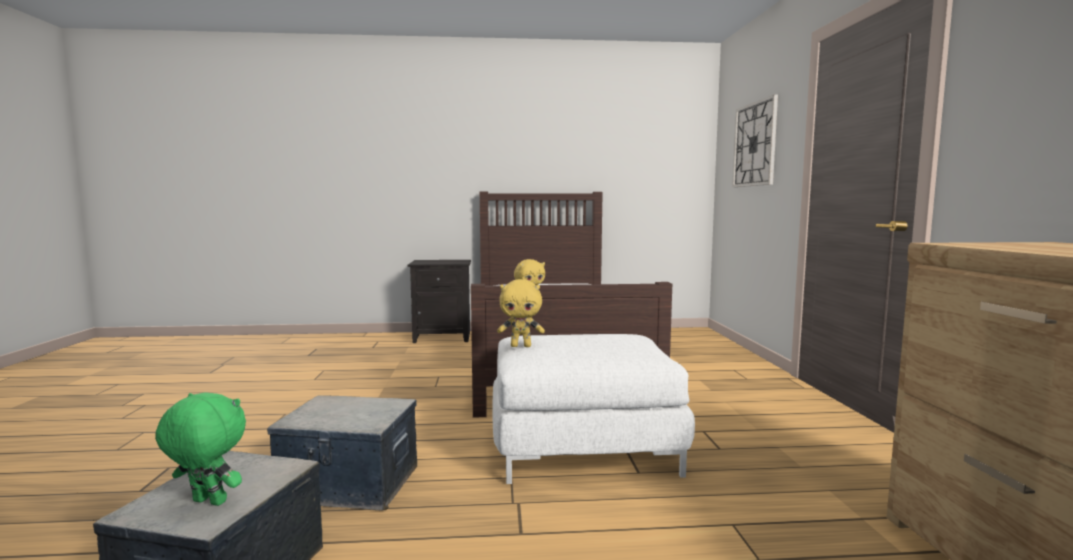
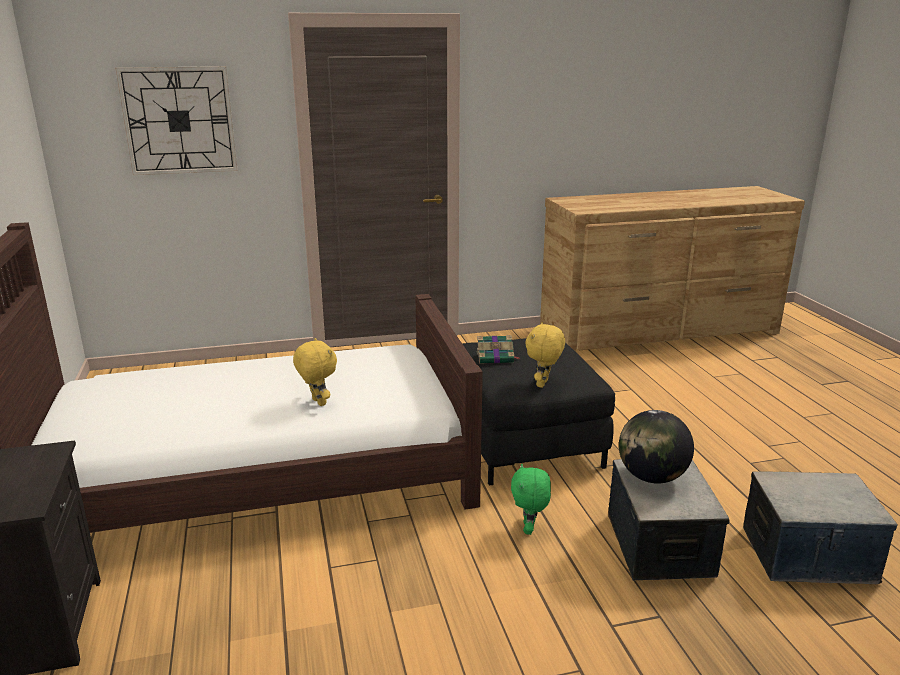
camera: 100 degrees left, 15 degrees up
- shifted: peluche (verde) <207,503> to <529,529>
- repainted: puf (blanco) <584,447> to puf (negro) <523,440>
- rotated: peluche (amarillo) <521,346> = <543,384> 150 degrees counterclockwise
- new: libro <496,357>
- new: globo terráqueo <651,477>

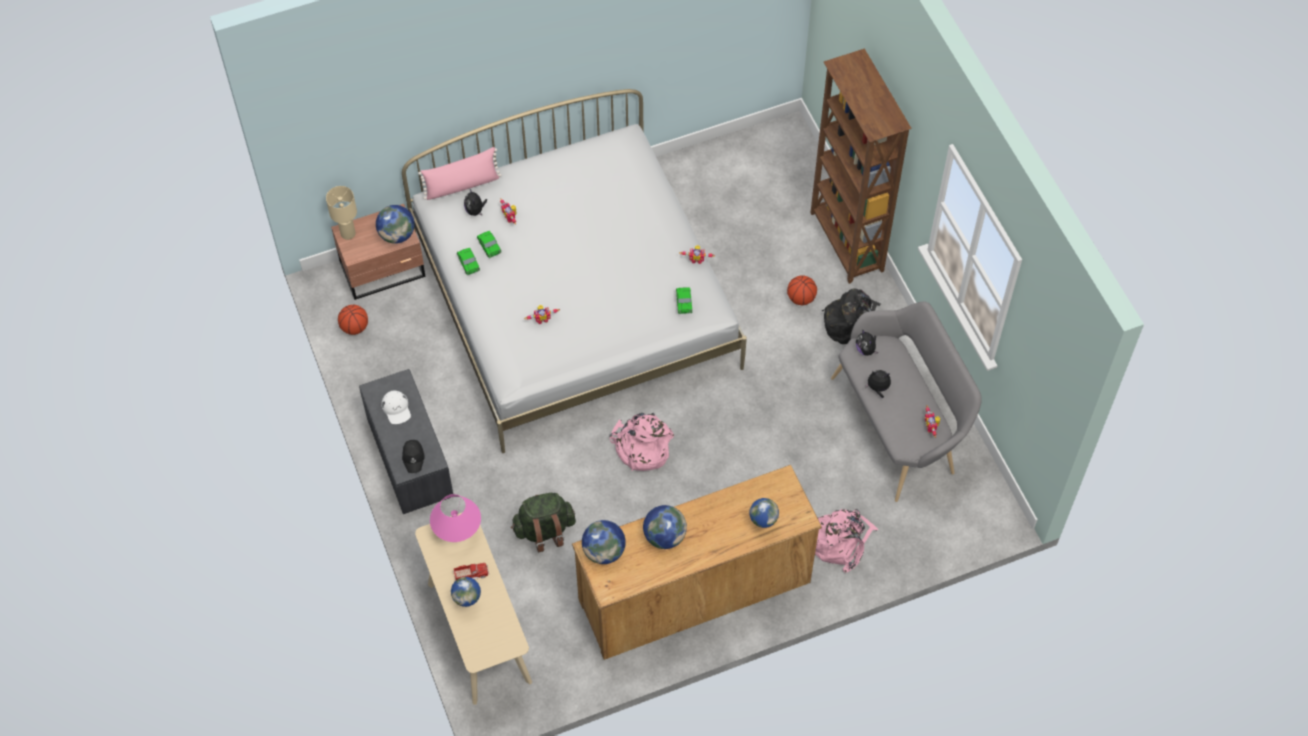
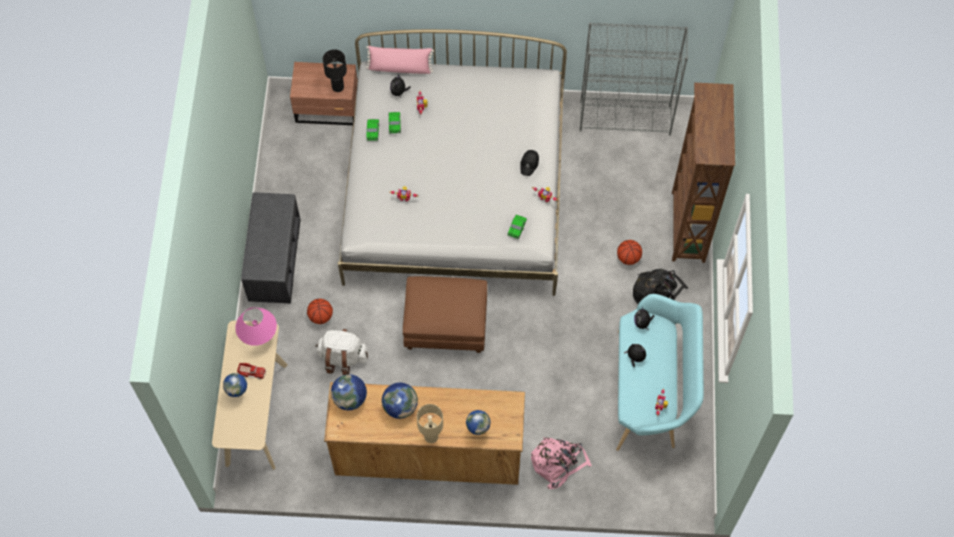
camera: 25 degrees right, 5 degrees up
- shifted: lámpara de mesa (beis) <347,234> to <430,436>
- shifted: balón de baloncesto <355,327> to <321,316>
- swapped: globo terráqueo <397,235> to lámpara de mesa (negro) <338,87>
- gone: gorra (blanco) <396,409>
- shifted: gorra (negro) <413,457> to <529,164>
- repainted: mochila (verde) <544,530> to mochila (blanco) <342,357>
- swapped: mochila (rosa) <641,447> to puf (marrón) <446,324>
- repainted: banco (gris) <899,425> to banco (turquesa) <651,391>
- new: estantería (gris) <625,118>

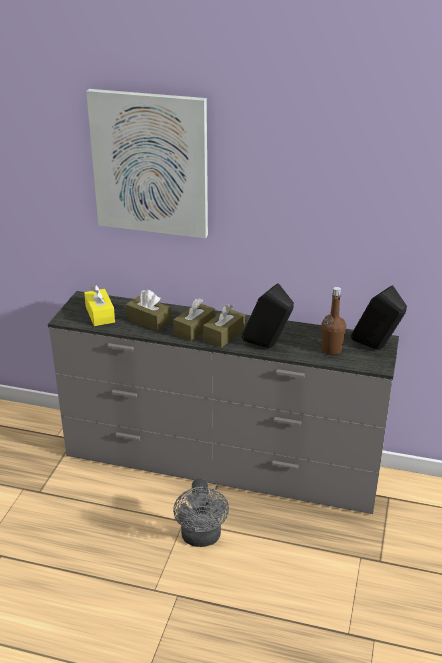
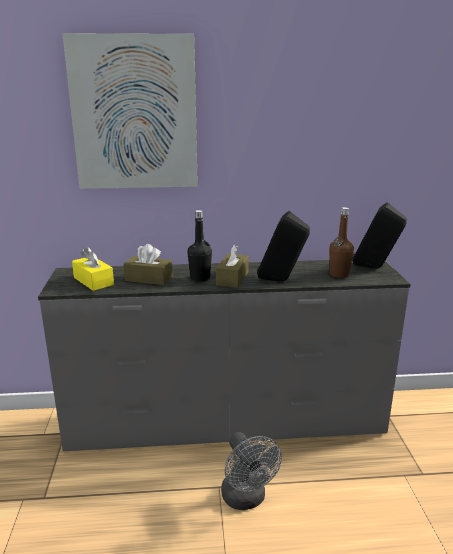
camera: 20 degrees left, 10 degrees down
- swapped: caja de pañuelos (marrón) <194,329> to botella (negro) <200,278>

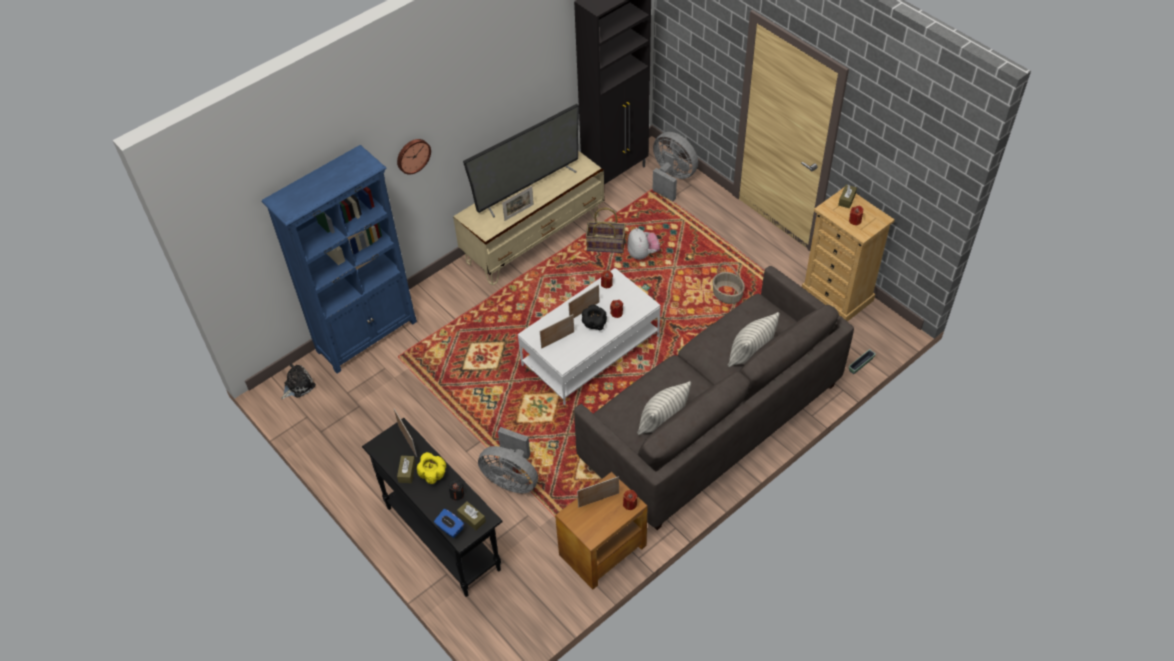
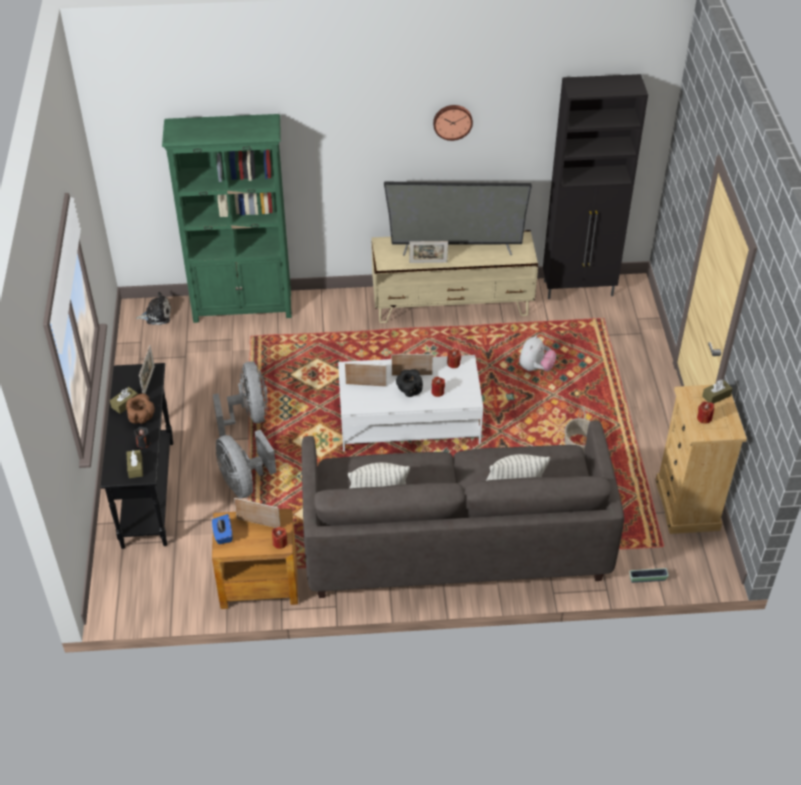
camera: 35 degrees right, 5 degrees down
- repainted: estantería (azul) <367,336> to estantería (verde) <243,307>
- shifted: reloj de pared <412,155> to <452,121>
- repainted: cuenco (amarillo) <433,474> to cuenco (marrón) <142,417>
- shifted: caja de pañuelos (azul) <450,528> to <223,535>
- gone: cesta <606,244>
- shifted: ventilador (gris) <672,178> to <248,416>

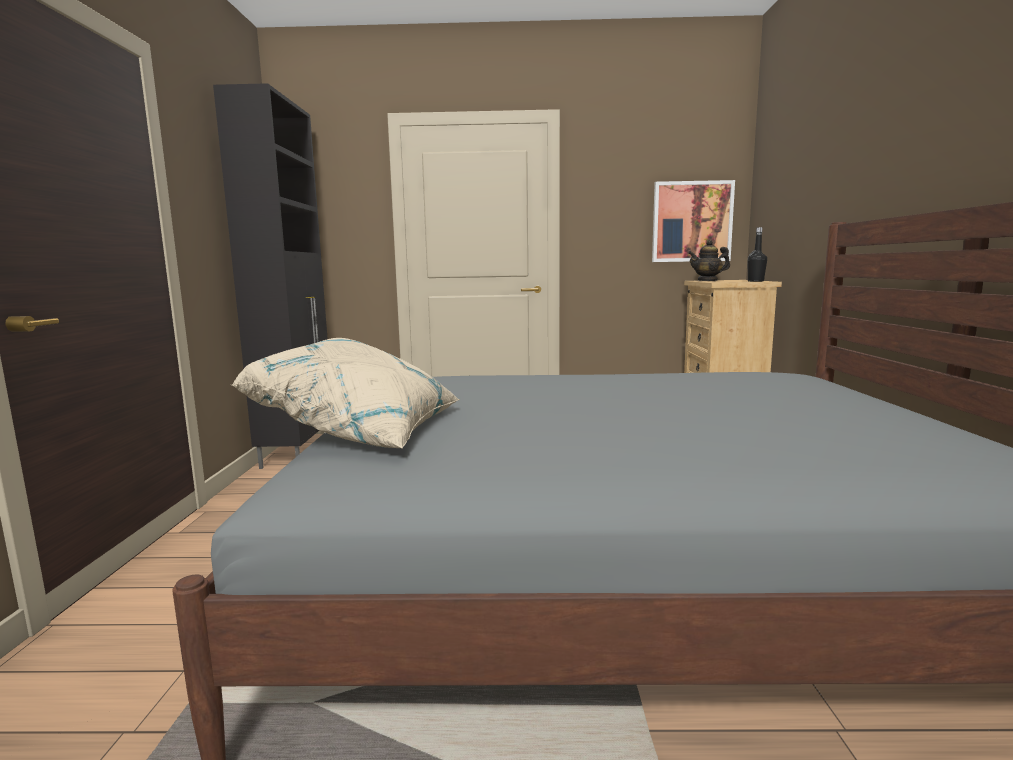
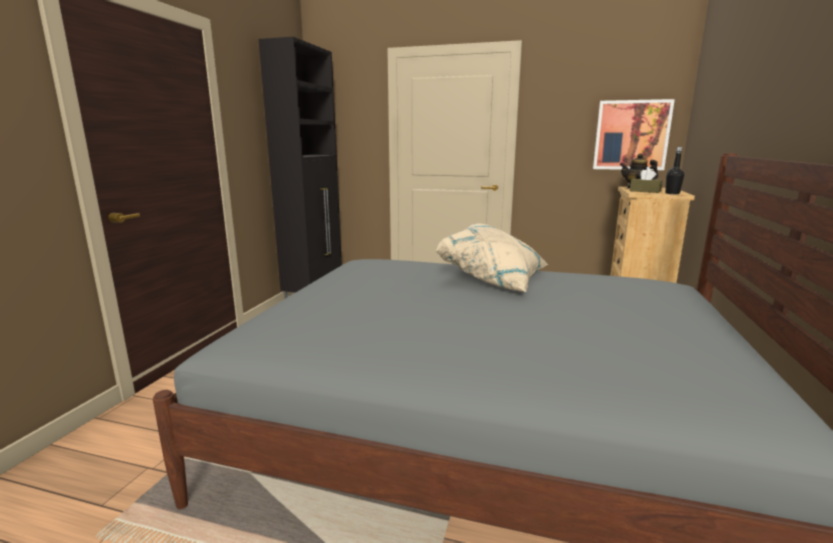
camera: 15 degrees right, 5 degrees up
- shifted: cojín (beis) <364,430> to <494,278>
- new: caja de pañuelos (marrón) <645,191>

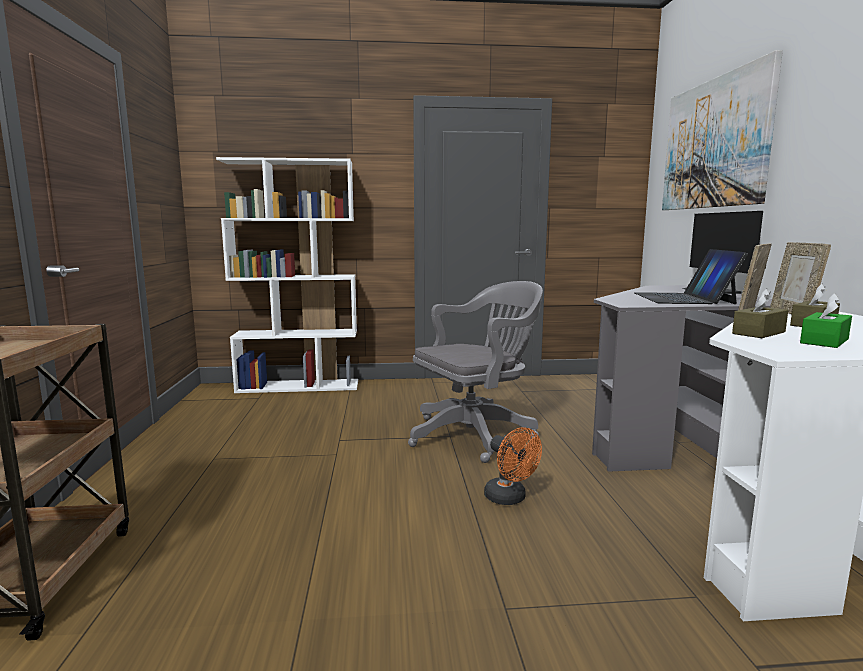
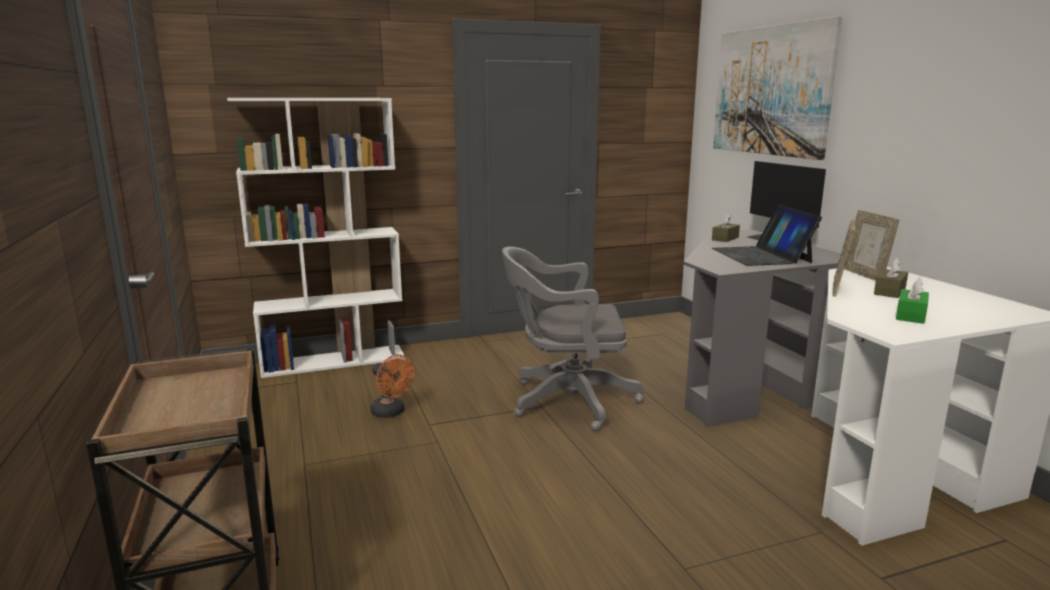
camera: 15 degrees left, 5 degrees up
- rotated: silla de oficina (gris) <476,434> = <566,401> 135 degrees counterclockwise
- shifted: ventilador (naranja) <510,499> to <391,412>
- shifted: caja de pañuelos (marrón) <758,333> to <725,238>

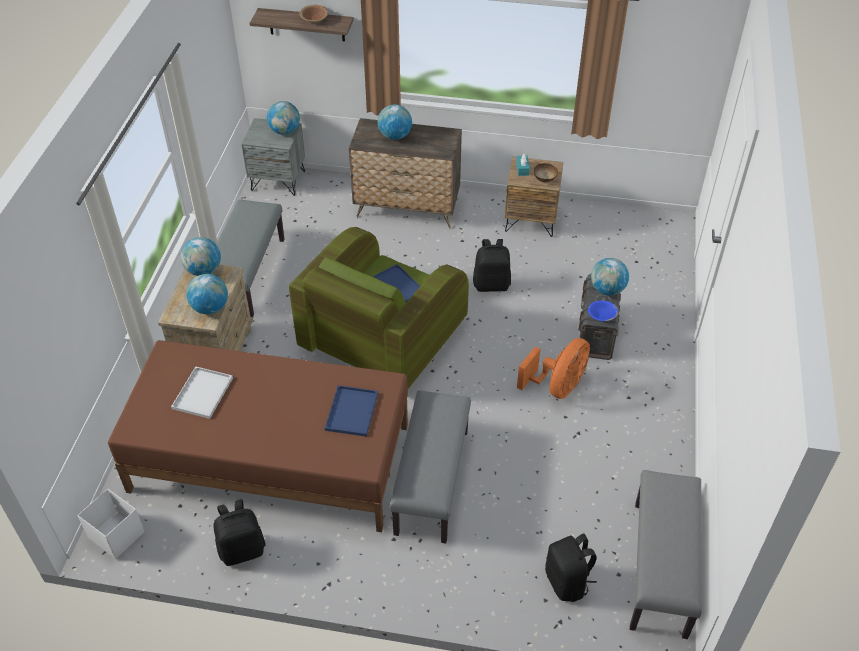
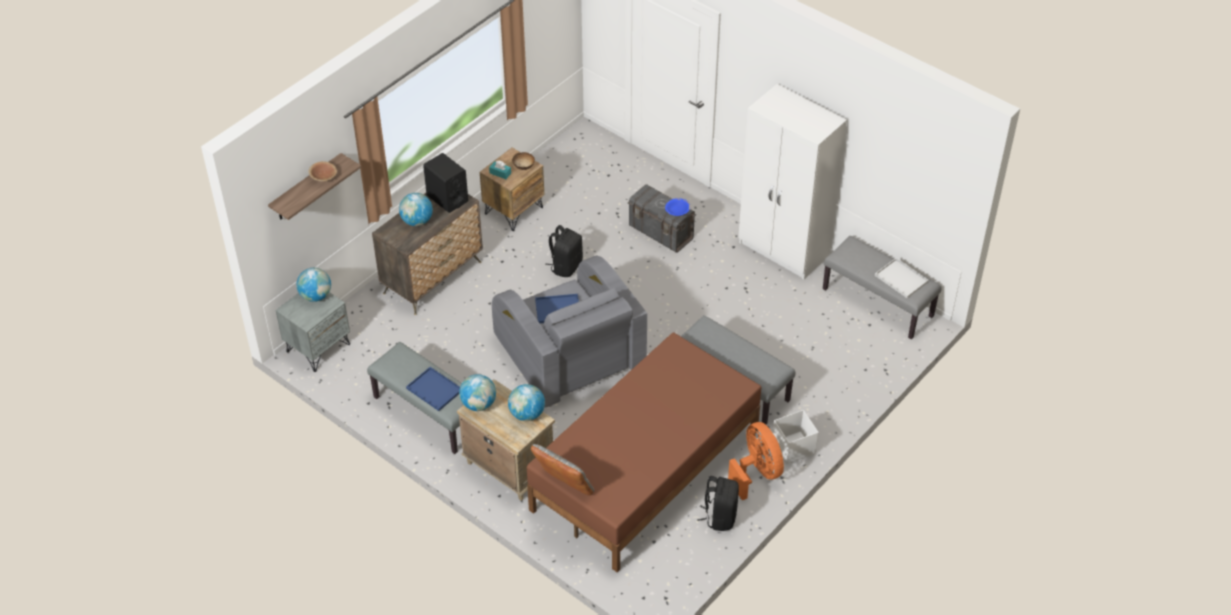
camera: 60 degrees left, 0 degrees up
- shifted: caja de almacenaje (blanco) <116,534> to <792,448>
- shifted: bandeja (blanco) <202,392> to <900,278>
- repainted: sillón (verde) <382,335> to sillón (gris) <569,355>
- shifted: bandeja (azul) <352,412> to <435,390>
- shifted: ventilador (naranja) <558,386> to <757,473>
- gone: mochila (negro) <567,582>
- gone: globo terráqueo <607,289>
- new: altavoz (negro) <447,198>
- new: cojín (gris) <563,487>
- new: armario ropero (blanco) <783,250>

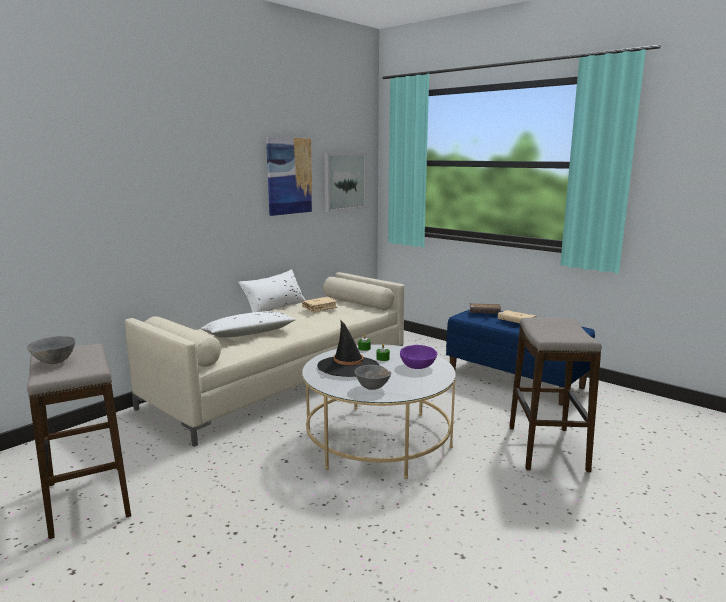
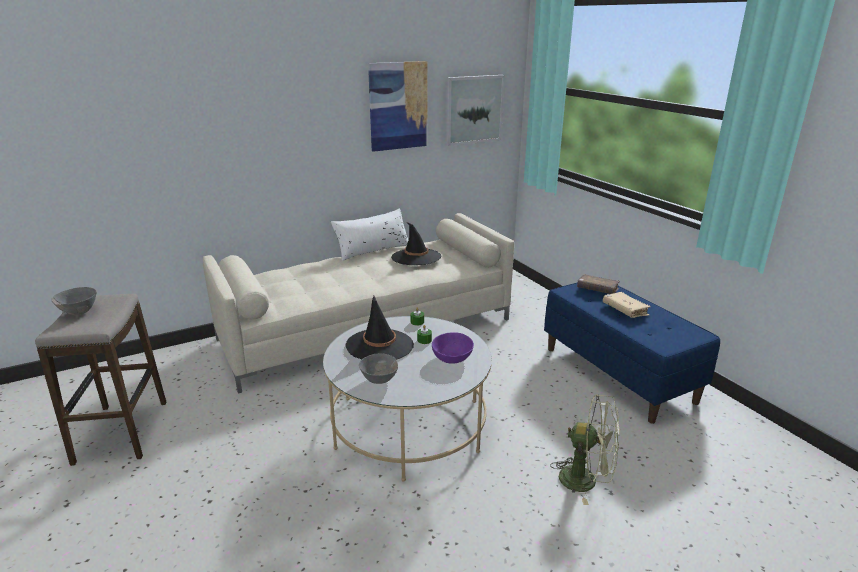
camera: 20 degrees right, 10 degrees up
- gone: cojín (blanco) <249,334>
- swapped: libro (beis) <319,308> to sombrero (negro) <416,257>
- swapped: taburete <546,449> to ventilador (verde) <586,480>

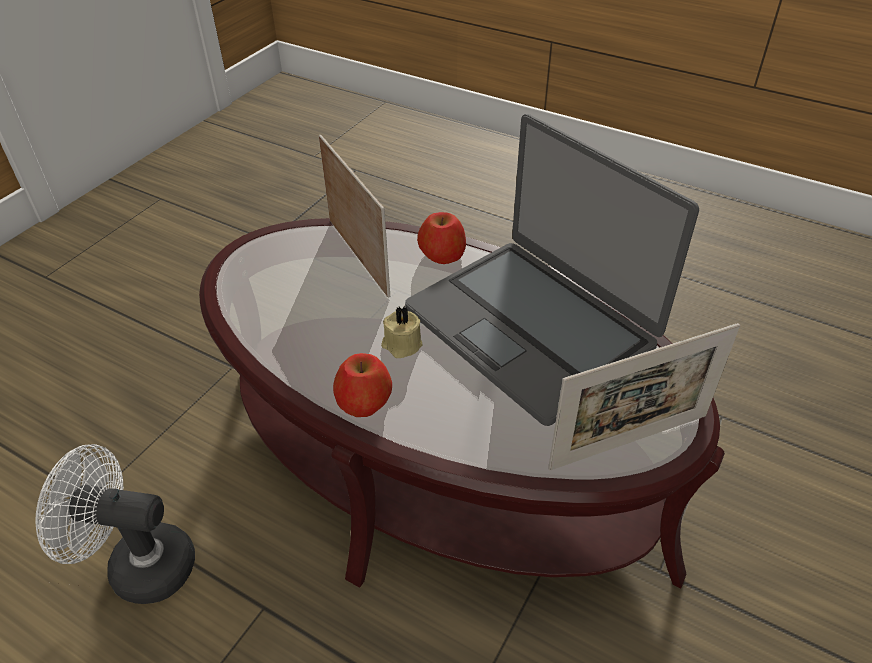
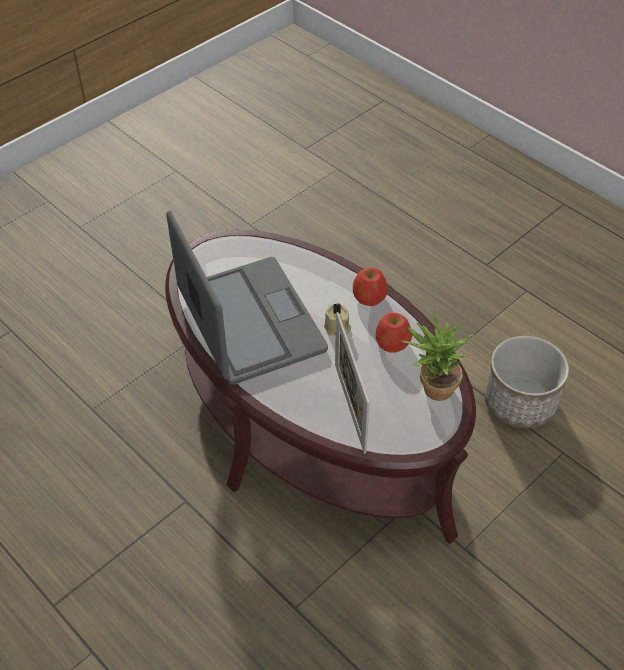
camera: 165 degrees left, 5 degrees up
- swapped: ventilador (blanco) <139,565> to maceta <519,401>
- shifted: manzana <442,254> to <392,342>
- gone: portarretratos <629,441>
- new: planta en maceta <431,389>

